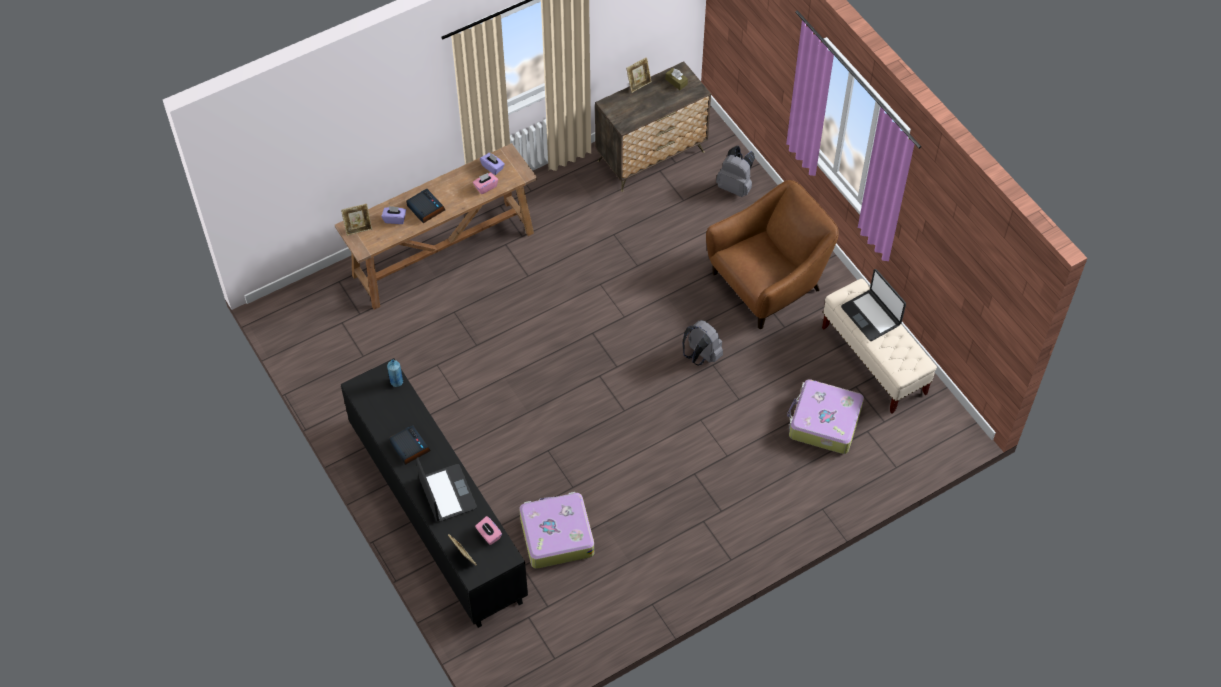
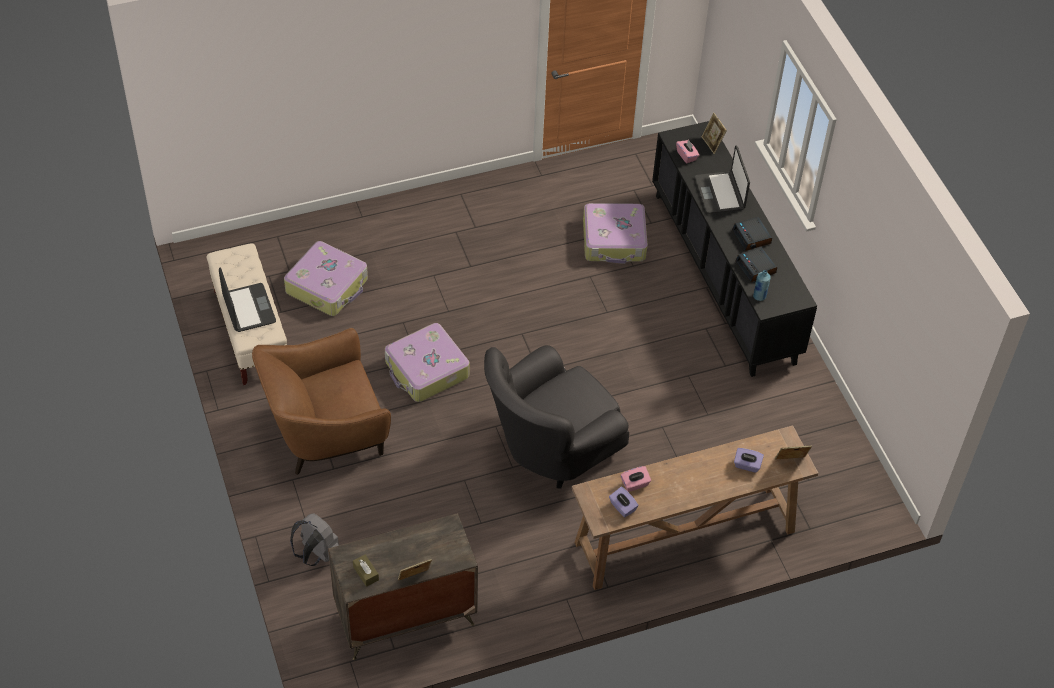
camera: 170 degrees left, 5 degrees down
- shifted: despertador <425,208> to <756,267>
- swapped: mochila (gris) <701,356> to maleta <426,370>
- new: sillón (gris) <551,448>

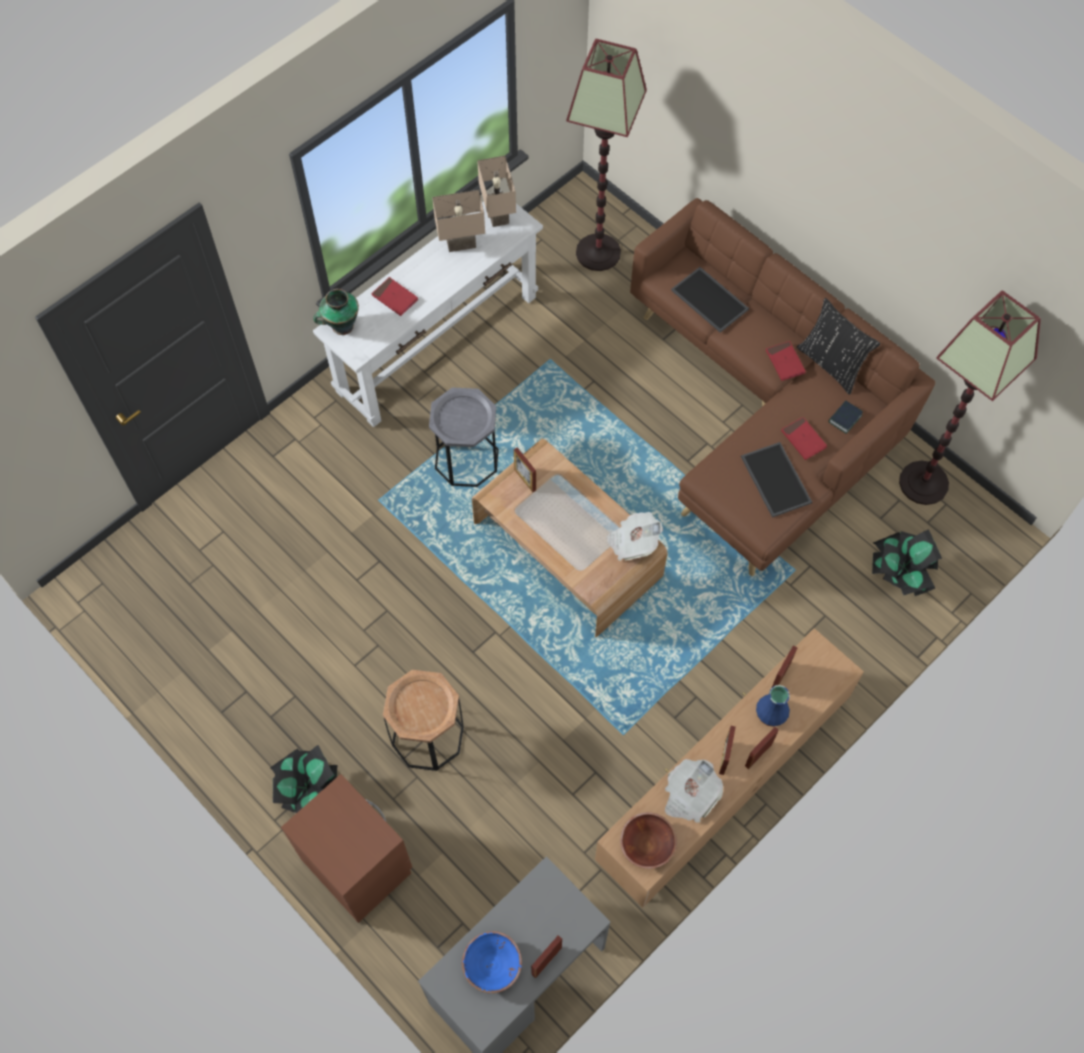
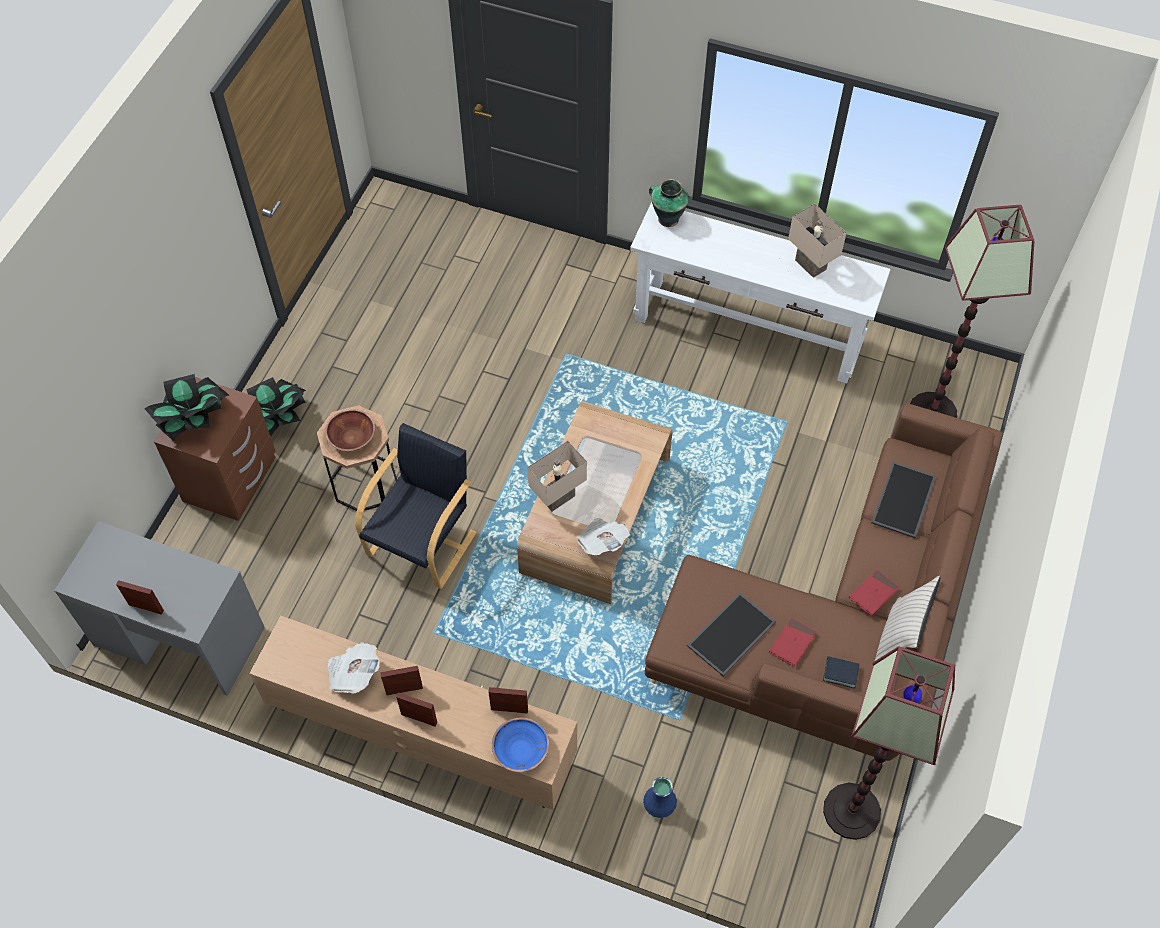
camera: 65 degrees right, 5 degrees down
- gone: libro (rojo) <395,298>
- gone: mesa auxiliar (gris) <466,459>
- shifted: cuenco (azul) <492,965> to <520,750>
- shifted: lámpara de mesa (beis) <496,215> to <557,496>
- gone: portarretratos <525,479>
- shifted: cuenco (marrón) <647,844> to <352,438>
- shifted: florero (azul) <771,712> to <660,804>
- repainted: cojín (negro) <831,364> to cojín (beis) <899,638>
- shifted: planta en maceta <899,573> to <195,420>
- new: sillón (negro) <423,542>

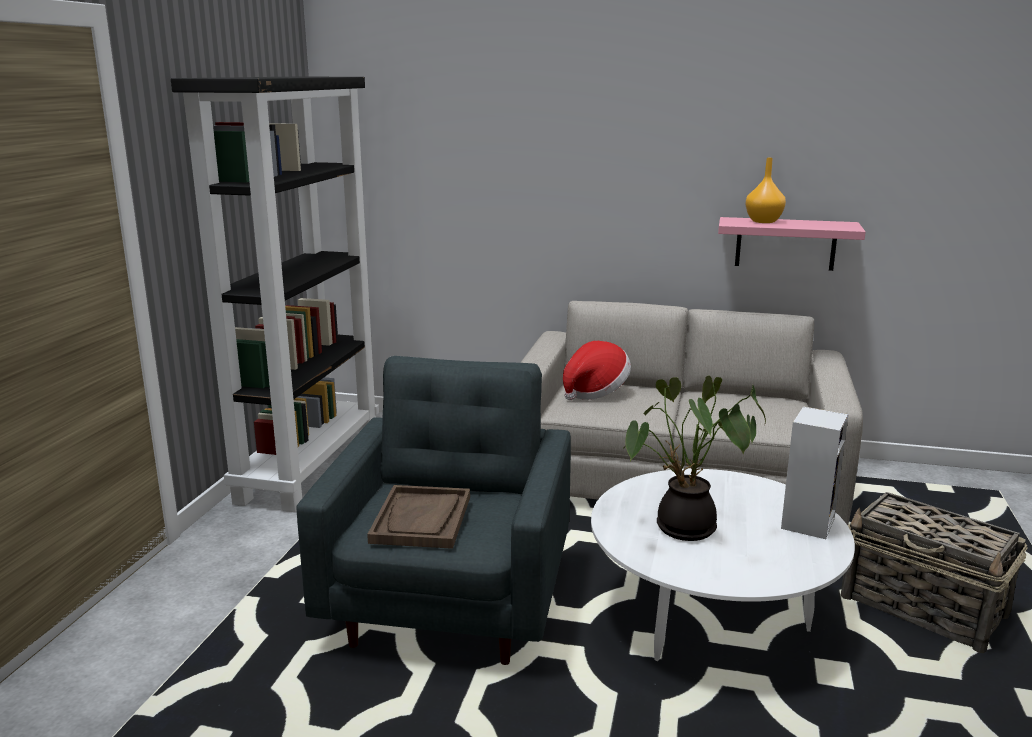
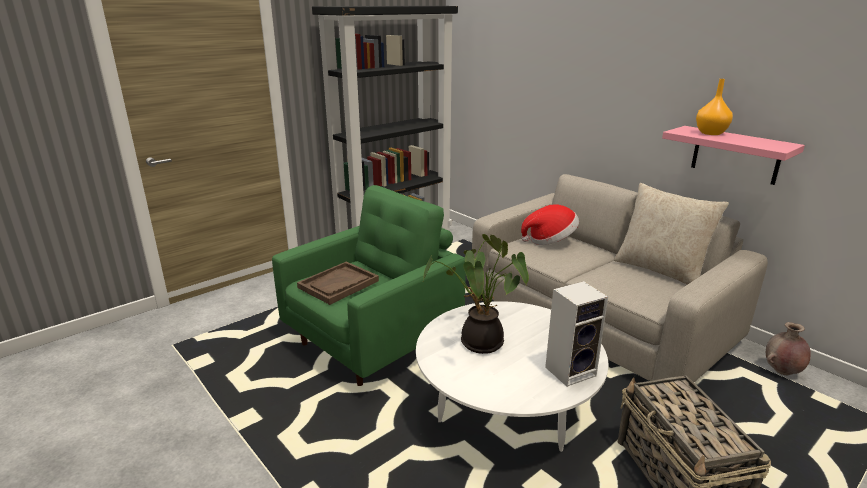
camera: 35 degrees right, 5 degrees up
- repainted: sillón (gris) <452,602> to sillón (verde) <374,342>
- new: cojín (beis) <660,270>
- new: florero (marrón) <781,371>

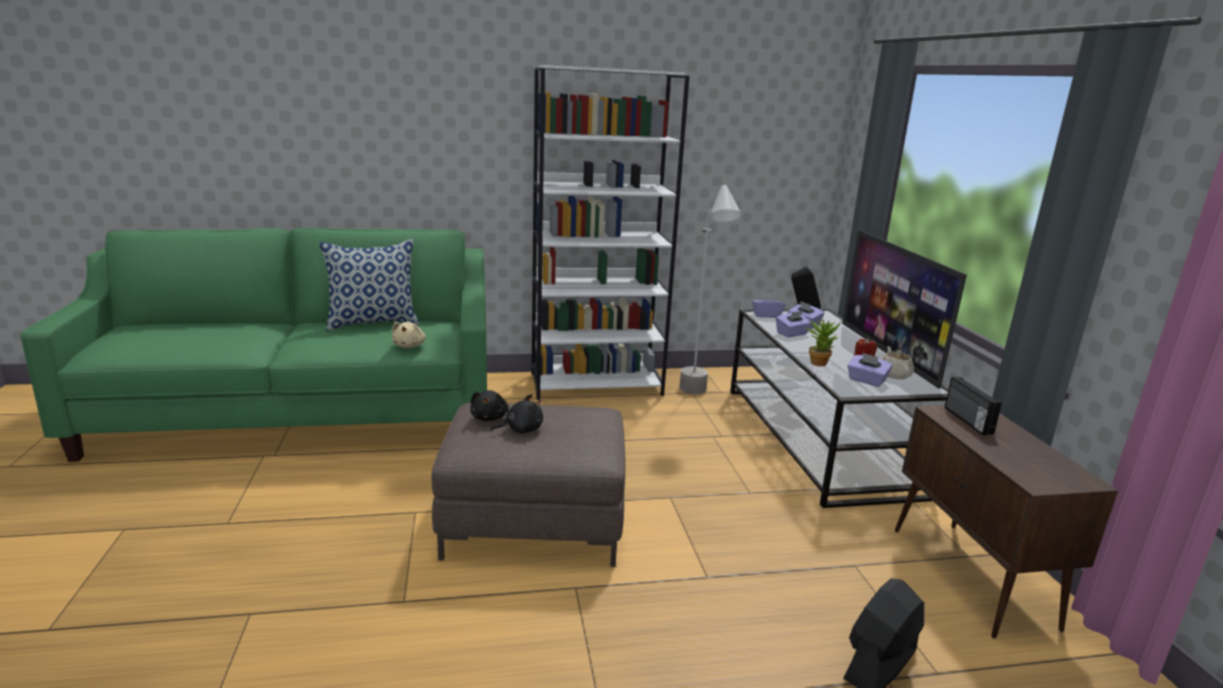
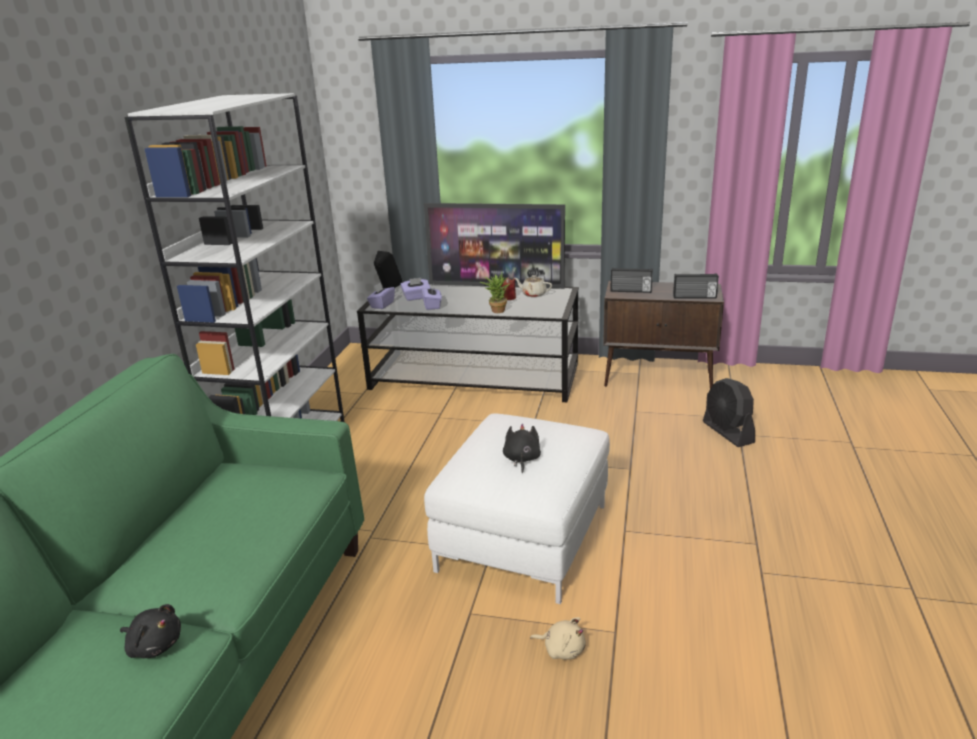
camera: 65 degrees left, 5 degrees up
- gone: cojín <373,323>
- shifted: peluche (beis) <409,346> to <562,649>
- repainted: puf (marrón) <534,521> to puf (blanco) <523,537>
- shifted: peluche (negro) <489,417> to <154,645>
- gone: lámpara de pie (gris) <698,398>
- gone: caja de pañuelos (morado) <866,381>
- new: radio <694,297>

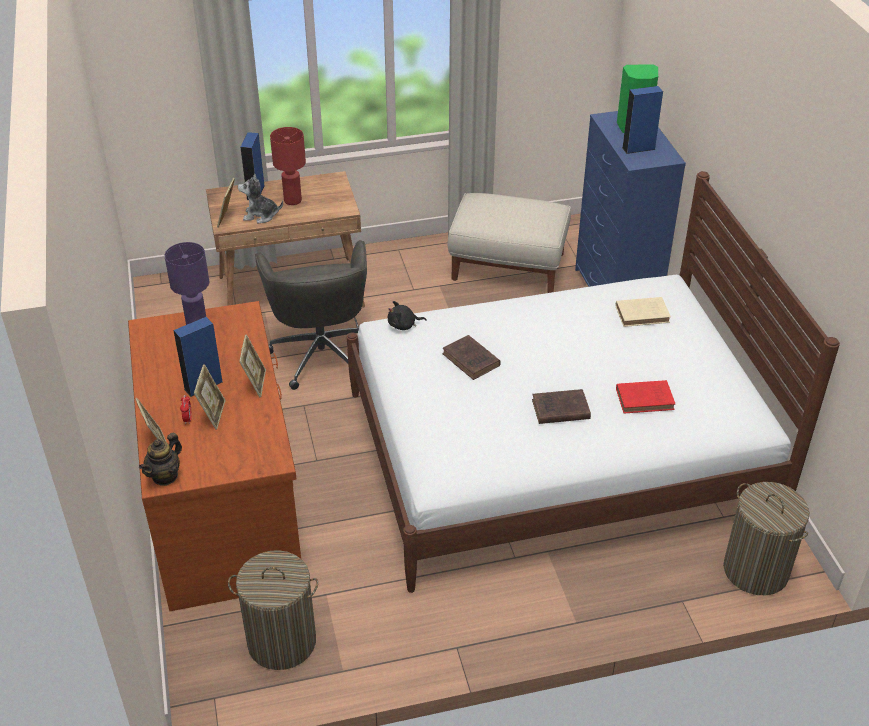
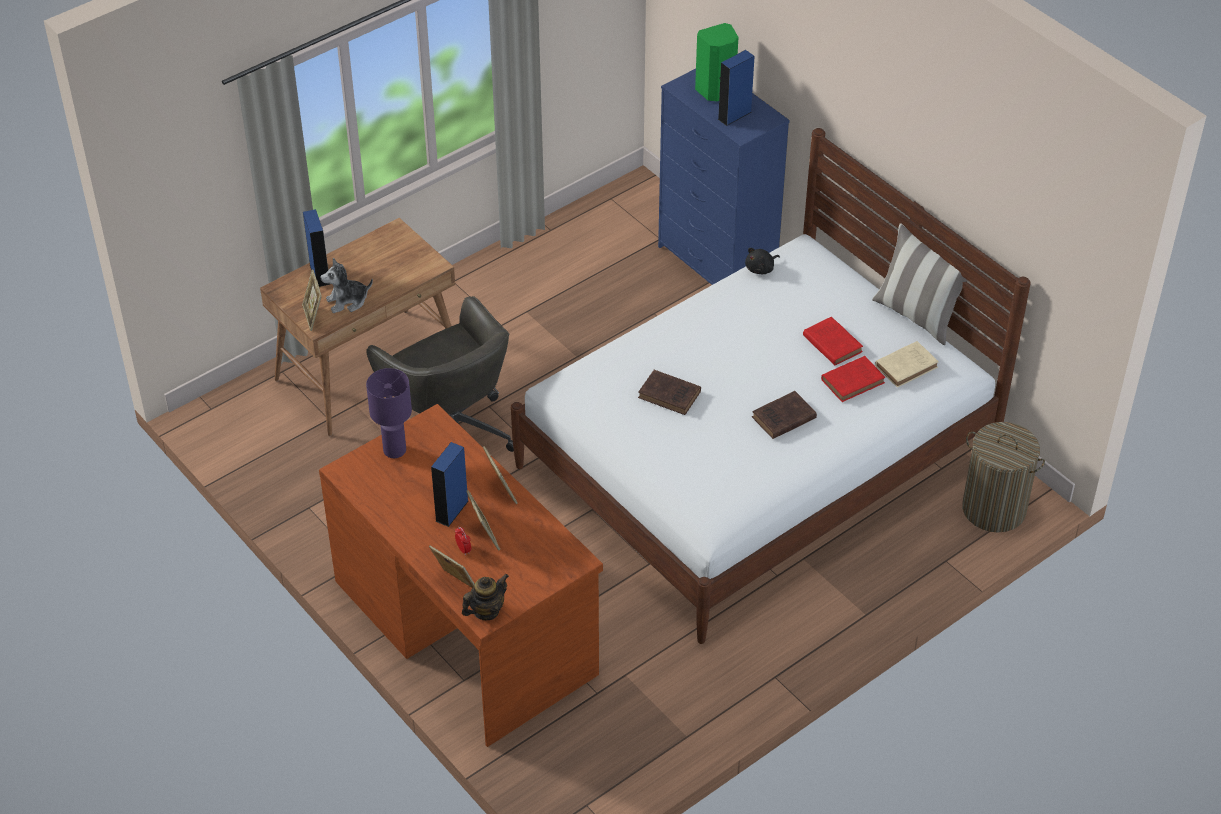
camera: 25 degrees left, 5 degrees up
- rotated: tetera <165,476> = <486,611> 135 degrees counterclockwise
- gone: cesto de la ropa <281,641>
- gone: lámpara de mesa (rojo) <292,200>
- shifted: peluche (negro) <404,325> to <761,269>
- gone: puf (beis) <508,266>
- shifted: libro (beis) <643,314> to <907,366>
- new: libro (rojo) <831,343>
- new: cojín <917,315>

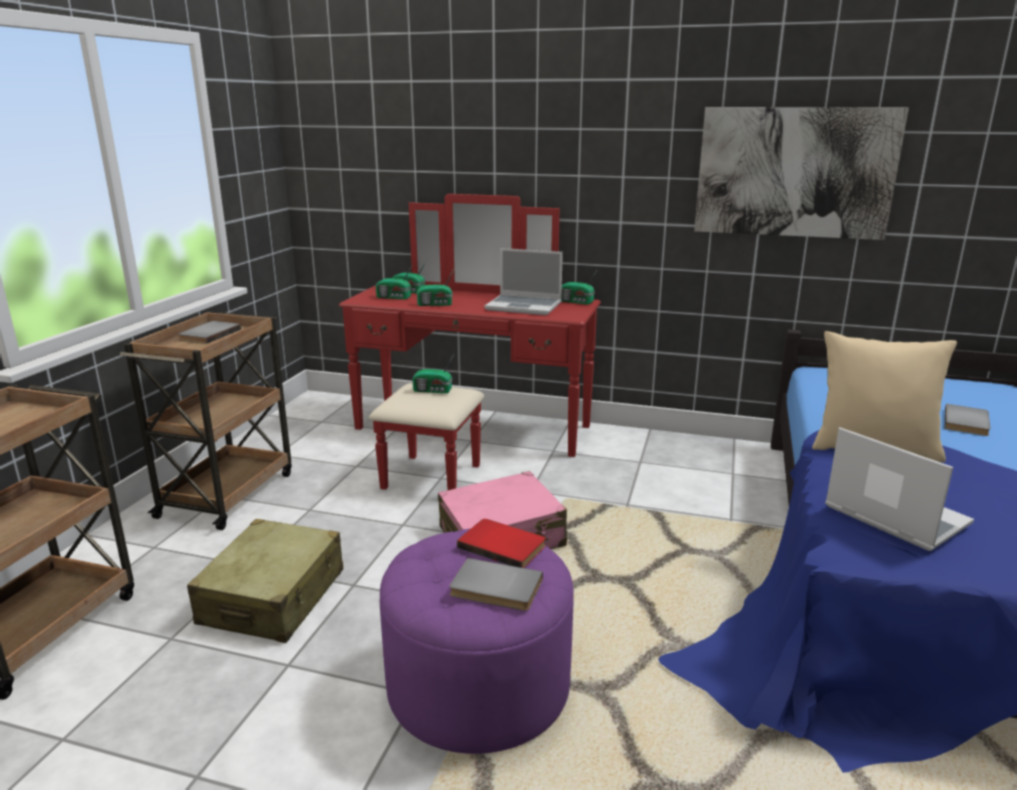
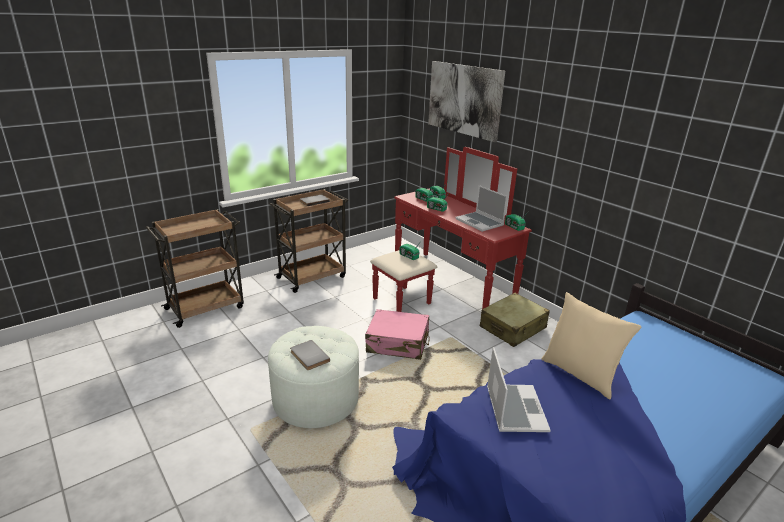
camera: 35 degrees right, 5 degrees up
- shifted: maleta (beis) <273,597> to <513,328>
- repainted: puf (morado) <478,685> to puf (blanco) <315,399>
- gone: libro (rojo) <503,545>
- shifted: cuadro <794,172> to <464,99>
- gone: libro (gris) <968,423>

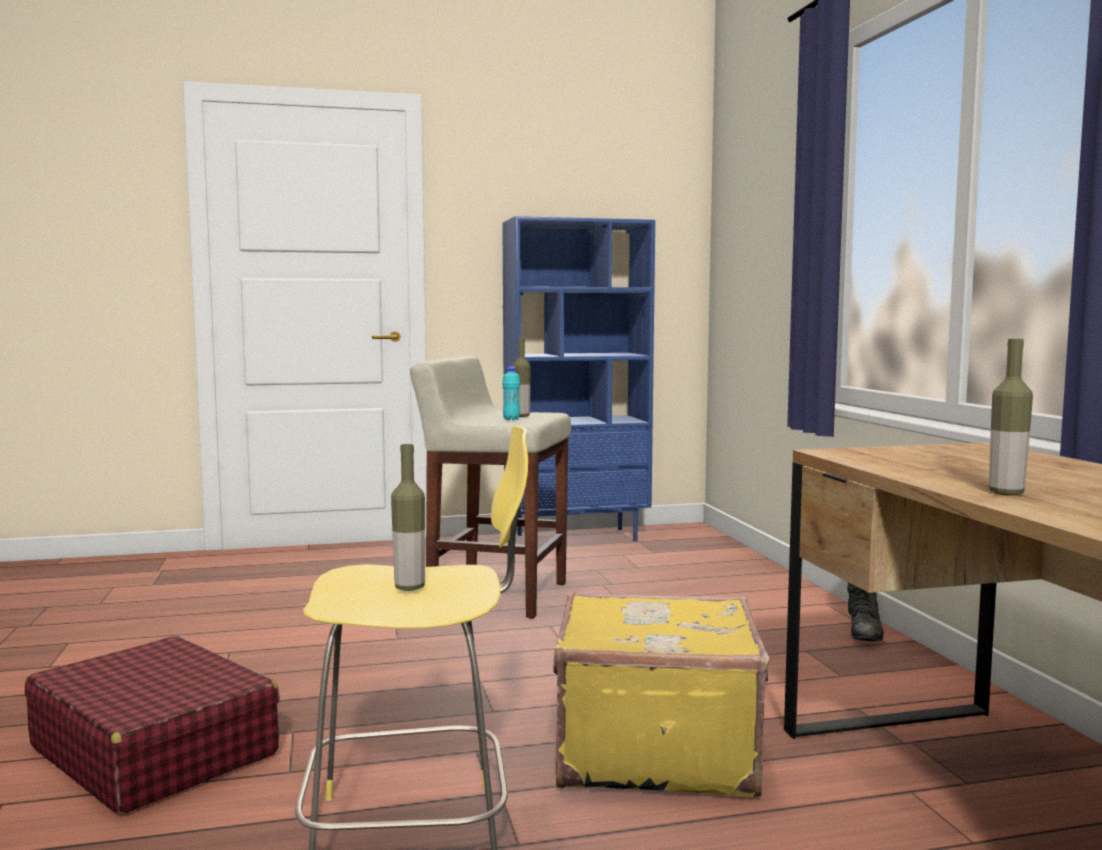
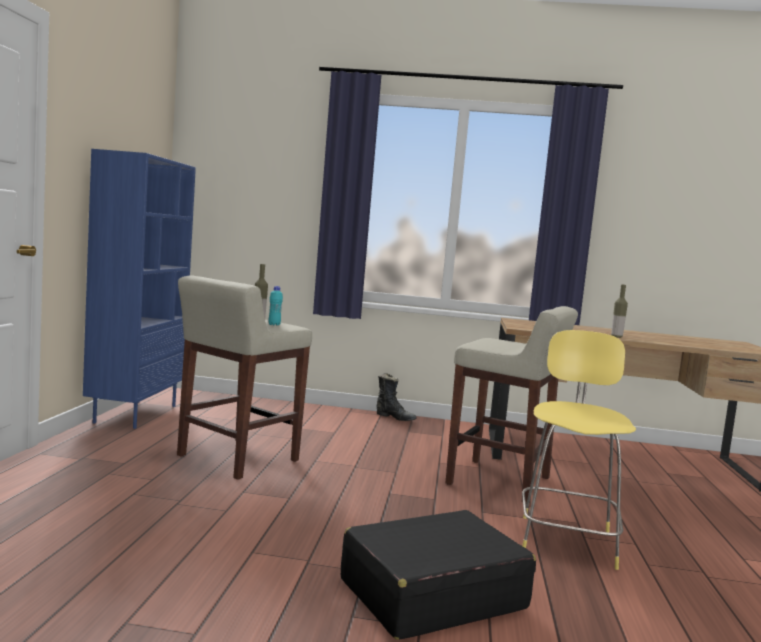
camera: 70 degrees left, 0 degrees up
- repainted: maleta (rojo) <154,750> to maleta (negro) <431,594>
- gone: botella <409,587>
- swapped: maleta (amarillo) <653,751> to taburete (beis) <500,481>

